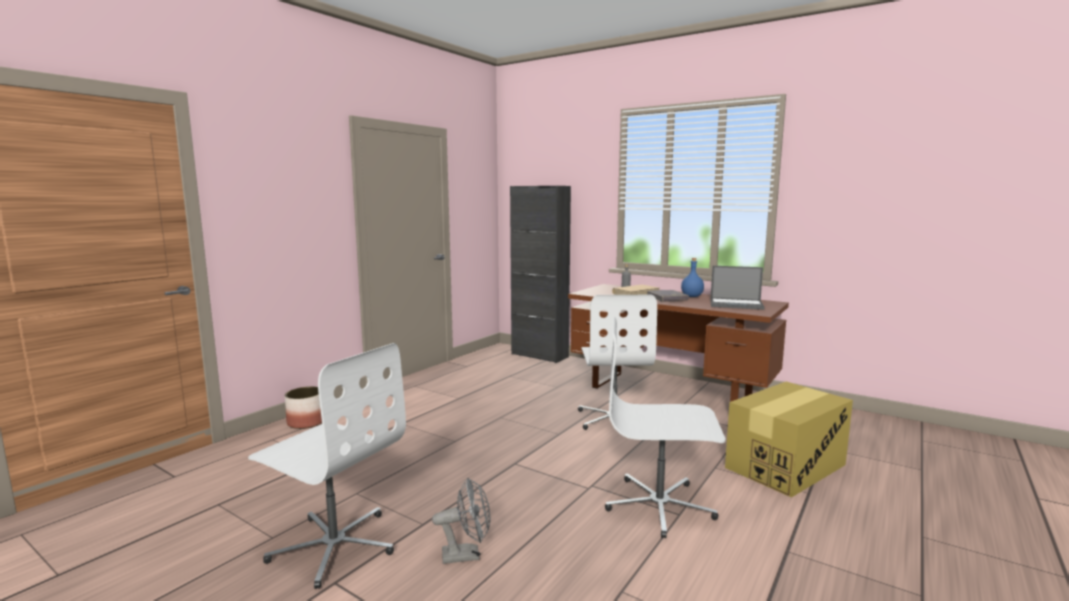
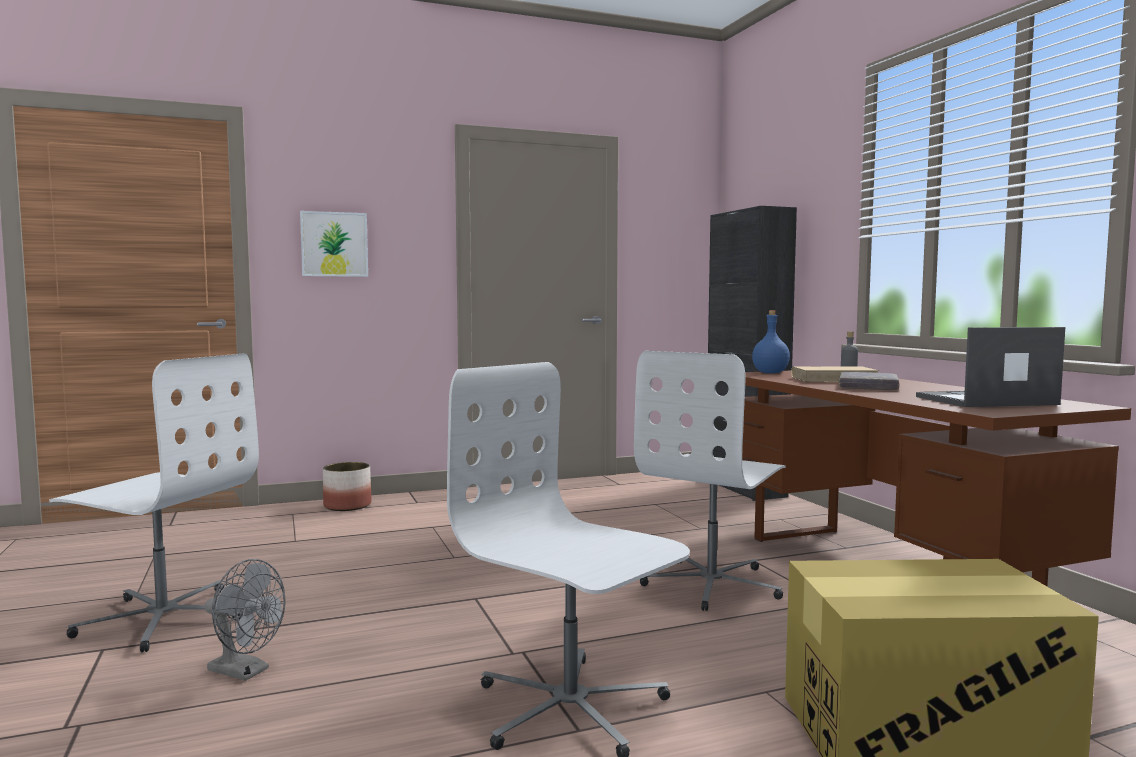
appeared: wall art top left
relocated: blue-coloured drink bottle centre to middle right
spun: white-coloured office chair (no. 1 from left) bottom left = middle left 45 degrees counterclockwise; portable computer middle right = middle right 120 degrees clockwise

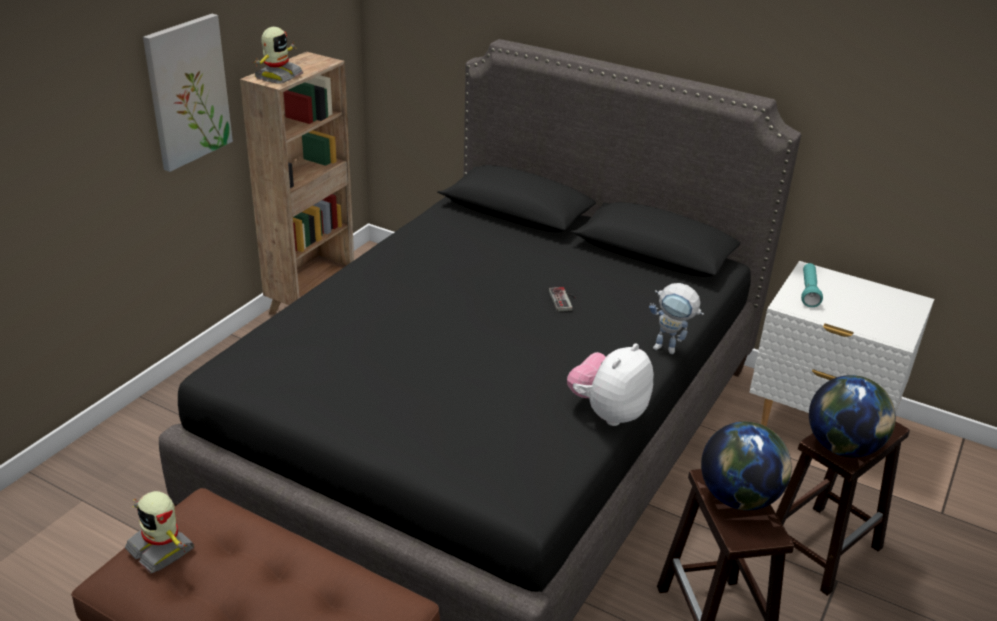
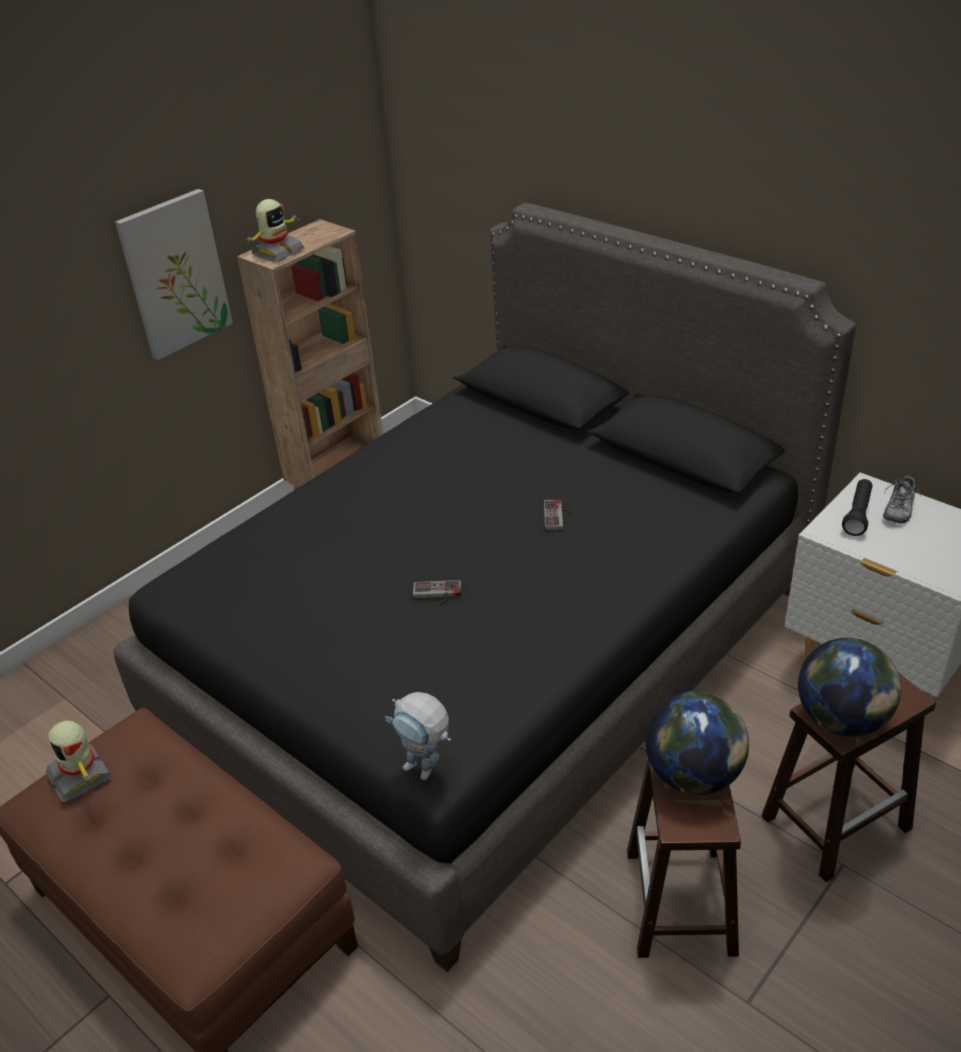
missing: soft toy centre
appeared: joypad (no. 1 from left) centre; item of footwear middle right
relocated: toy robot (no. 3 from left) middle right to bottom centre
colour: turquoise-coloured flashlight middle right to black-coloured flashlight middle right

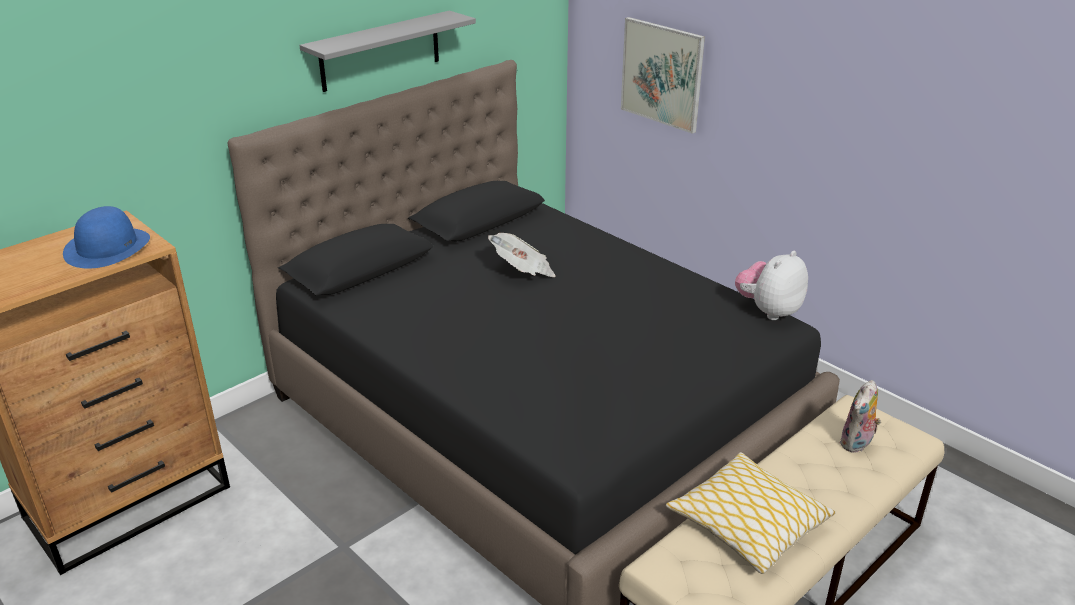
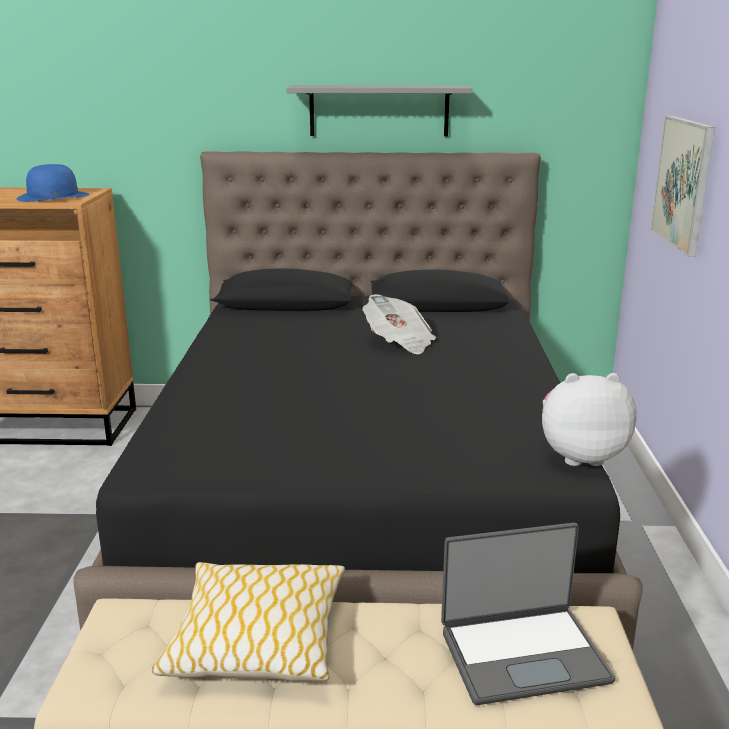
exchanged: soft toy (no. 2 from left) bottom right to portable computer bottom right

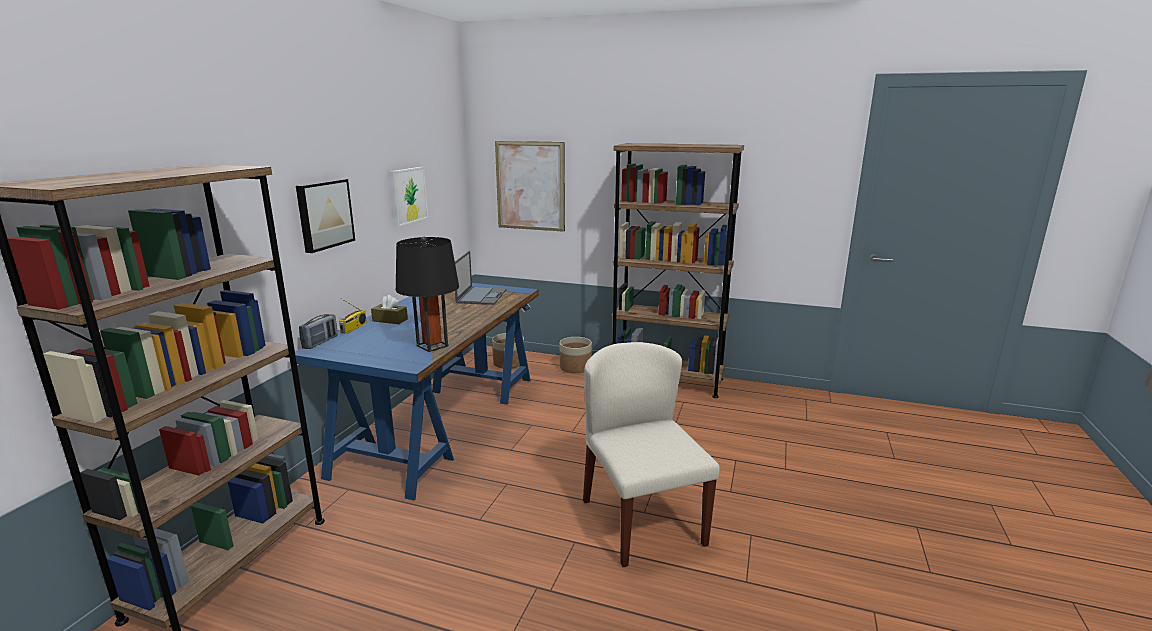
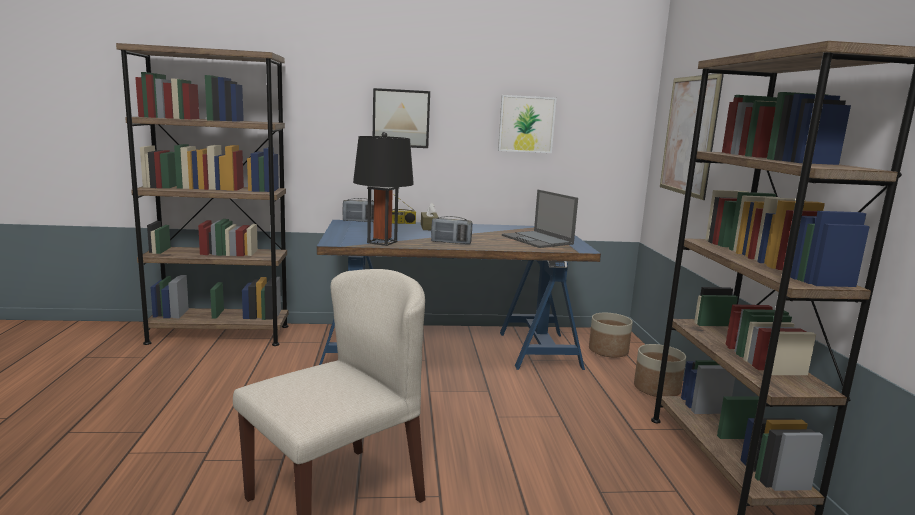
appeared: radio (no. 3 from left) centre
spun: portable computer centre = centre 75 degrees clockwise

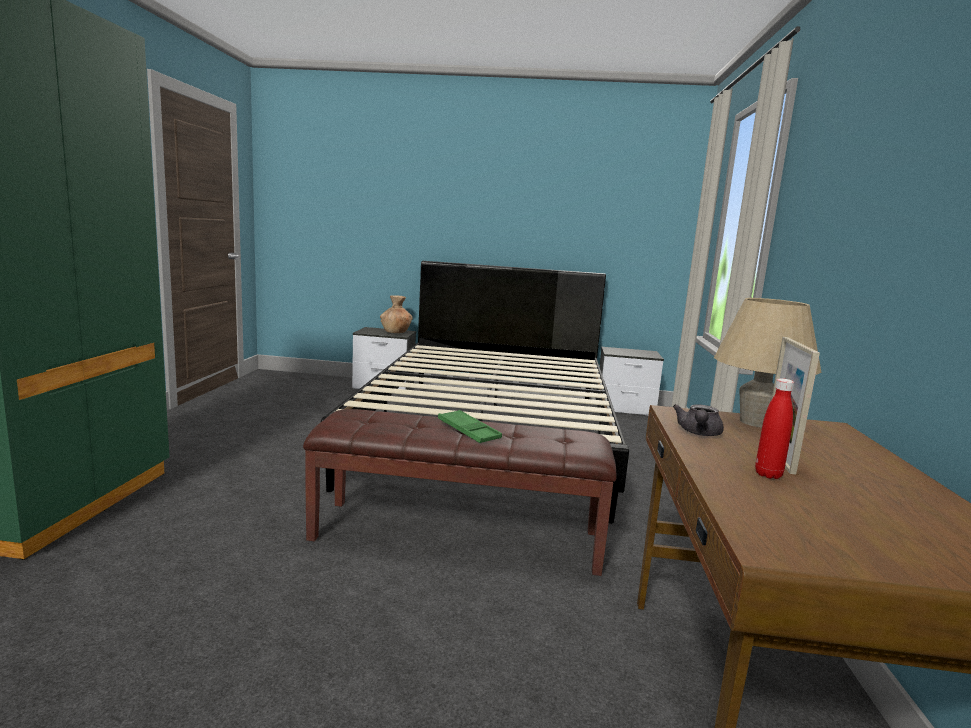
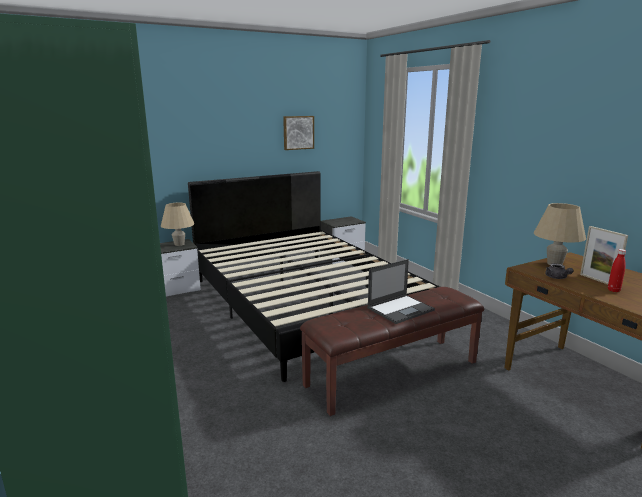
appeared: wall art top centre
exchanged: brownish vase centre to beige-coloured tabletop lamp (no. 1 from left) middle left; green serving tray centre to portable computer centre

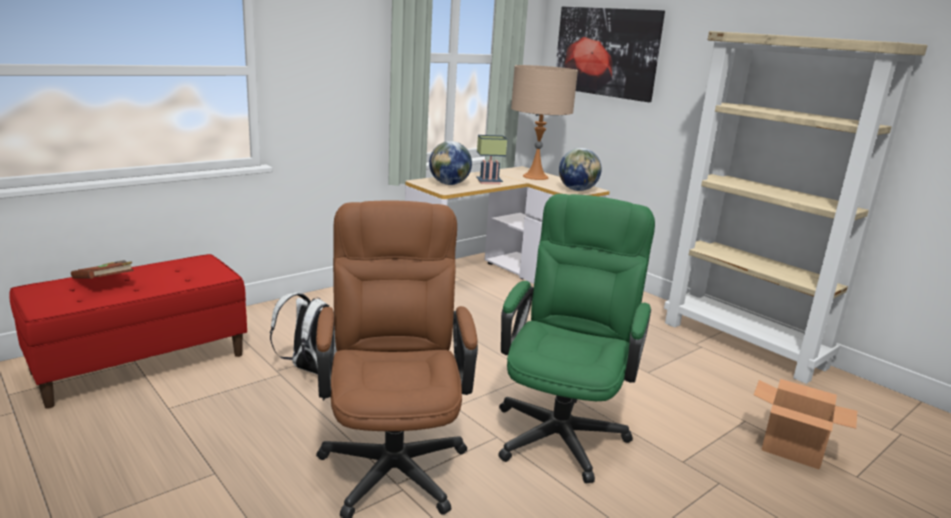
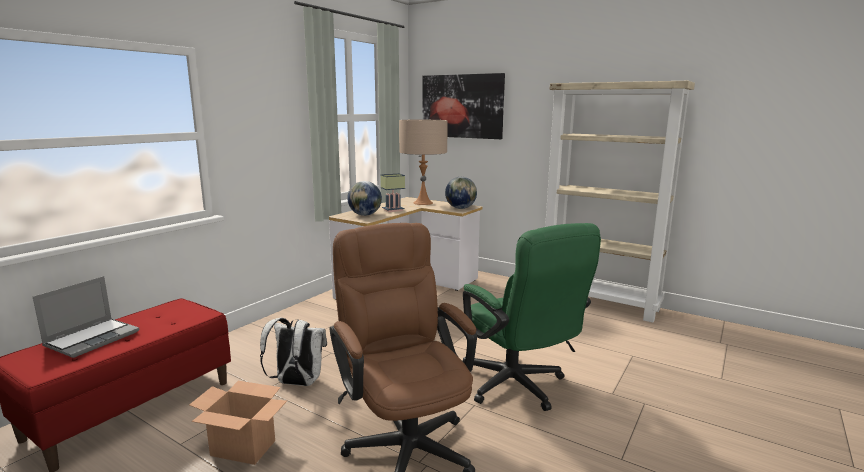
relocated: cardboard box bottom right to bottom left
exchanged: brownish bound book middle left to portable computer bottom left
spun: green office chair centre = bottom centre 150 degrees clockwise

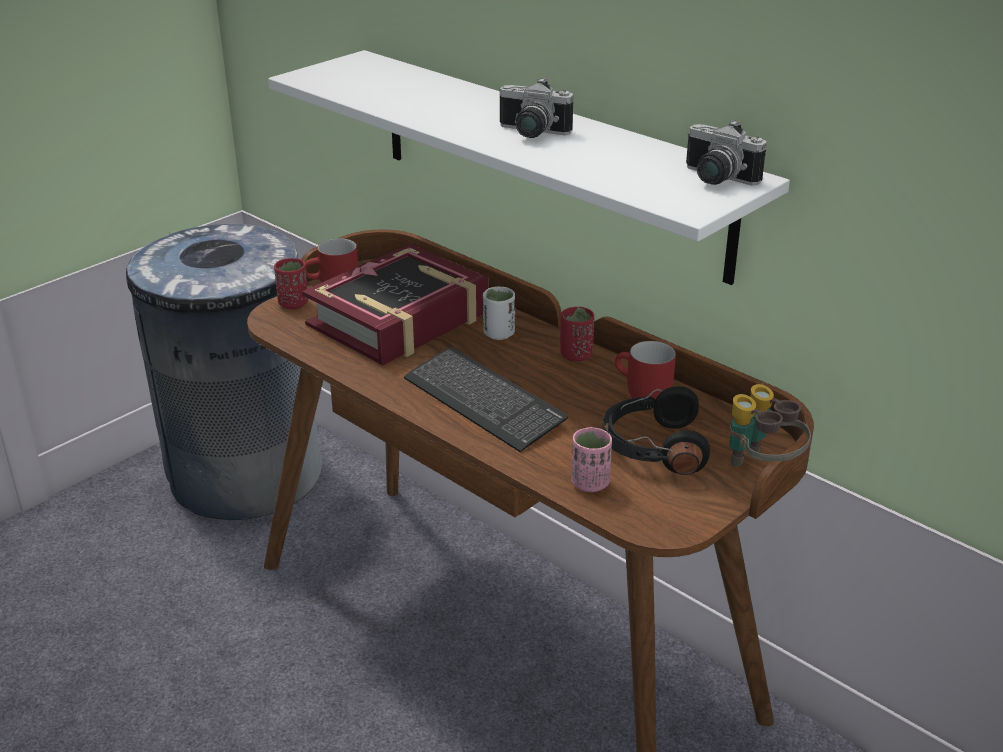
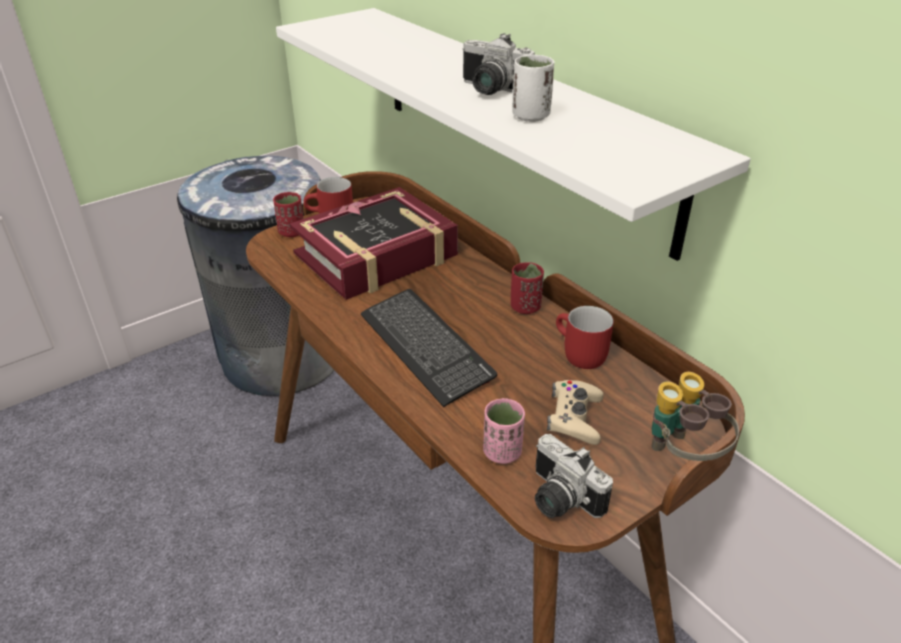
relocated: white-coloured small cup centre to top centre; photo camera (no. 2 from left) top right to bottom centre
exchanged: black-coloured headset centre to beige-coloured joypad centre

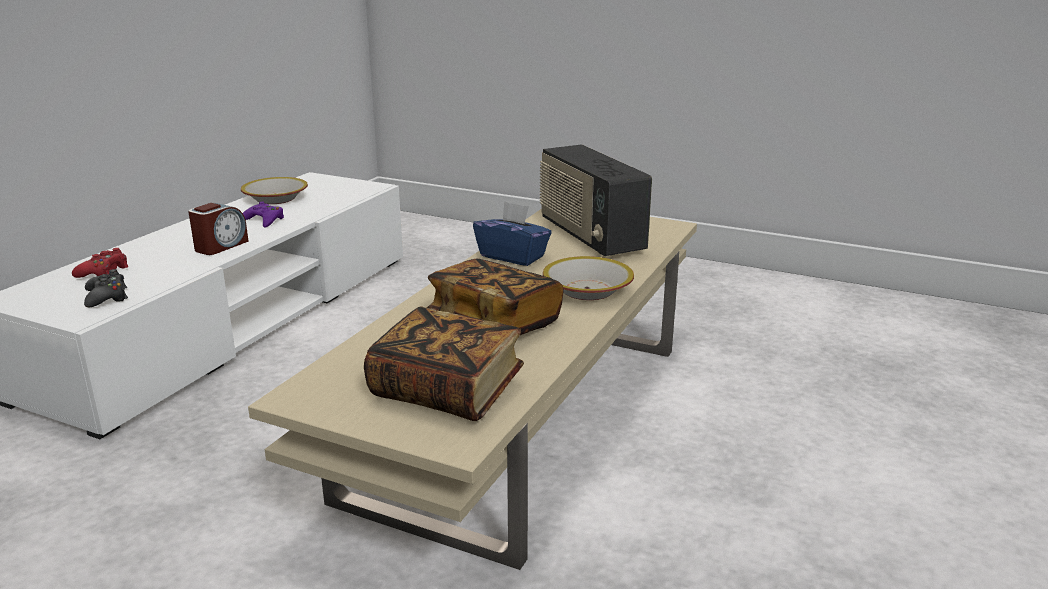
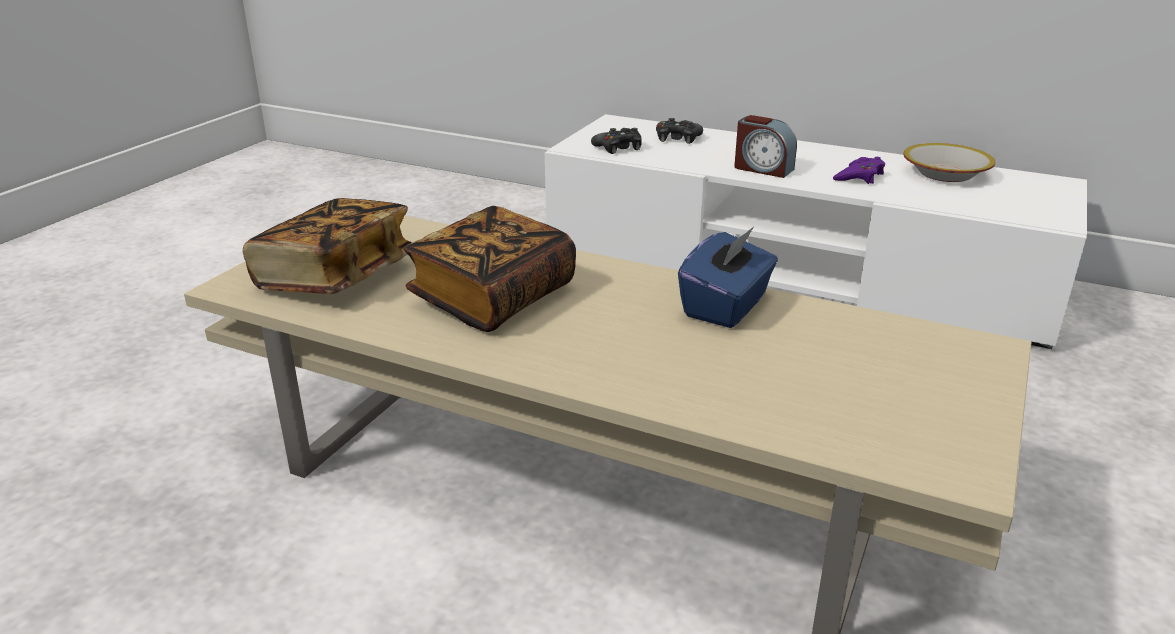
missing: radio centre; bowl (no. 2 from left) centre
colour: red-coloured joypad middle left to black-coloured joypad (no. 2 from left) top centre

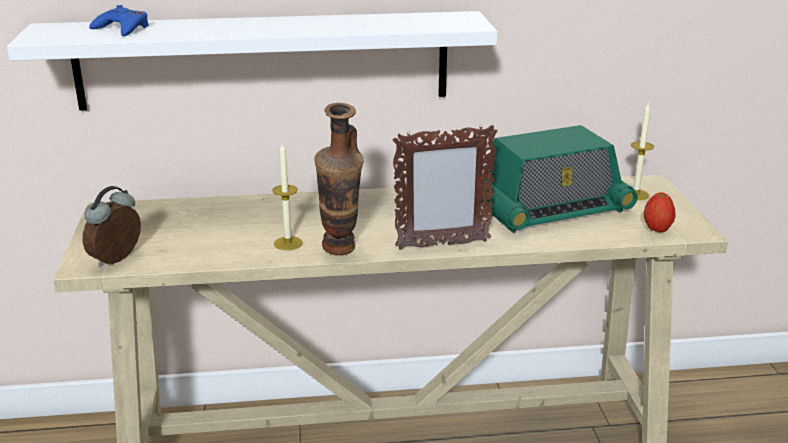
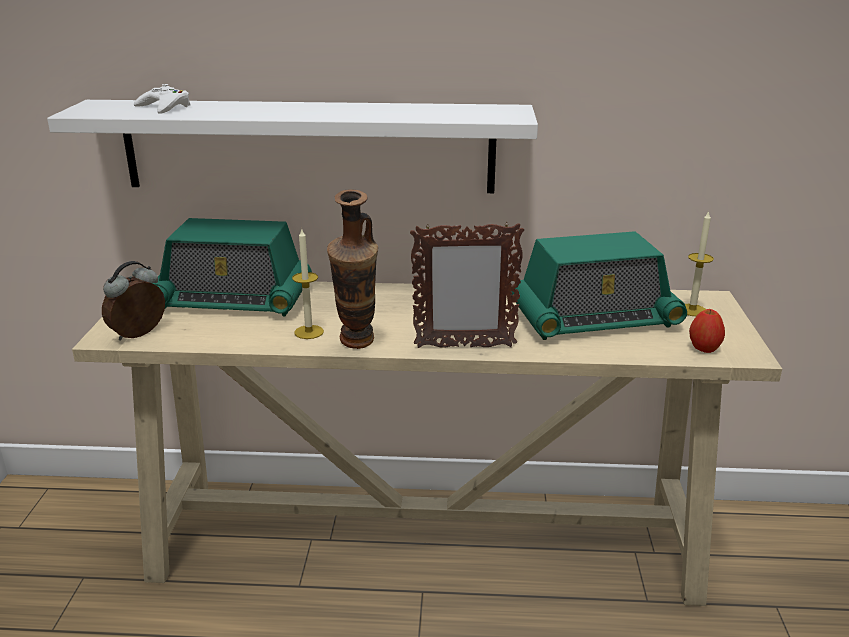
appeared: radio (no. 1 from left) middle left
colour: blue-coloured joypad top left to white-coloured joypad top left

